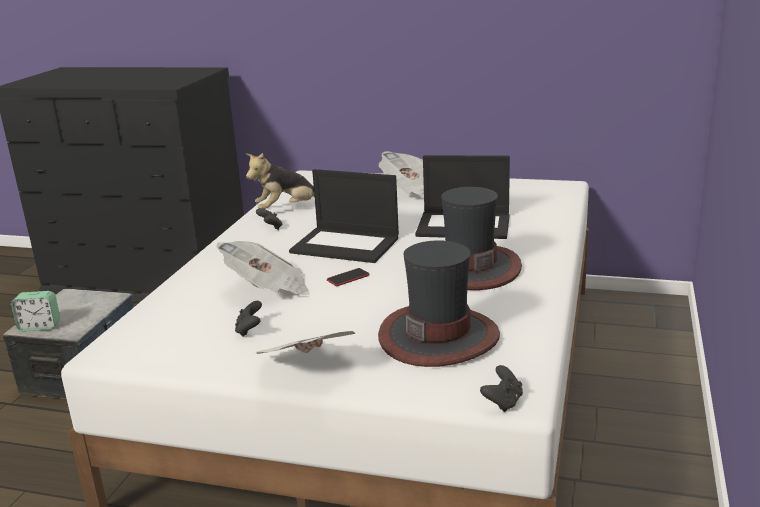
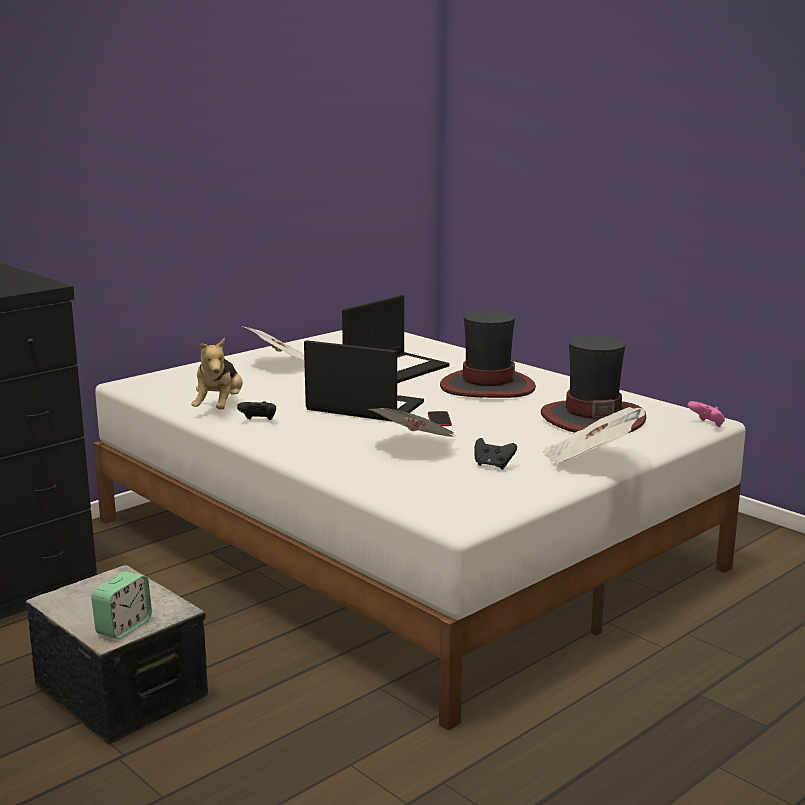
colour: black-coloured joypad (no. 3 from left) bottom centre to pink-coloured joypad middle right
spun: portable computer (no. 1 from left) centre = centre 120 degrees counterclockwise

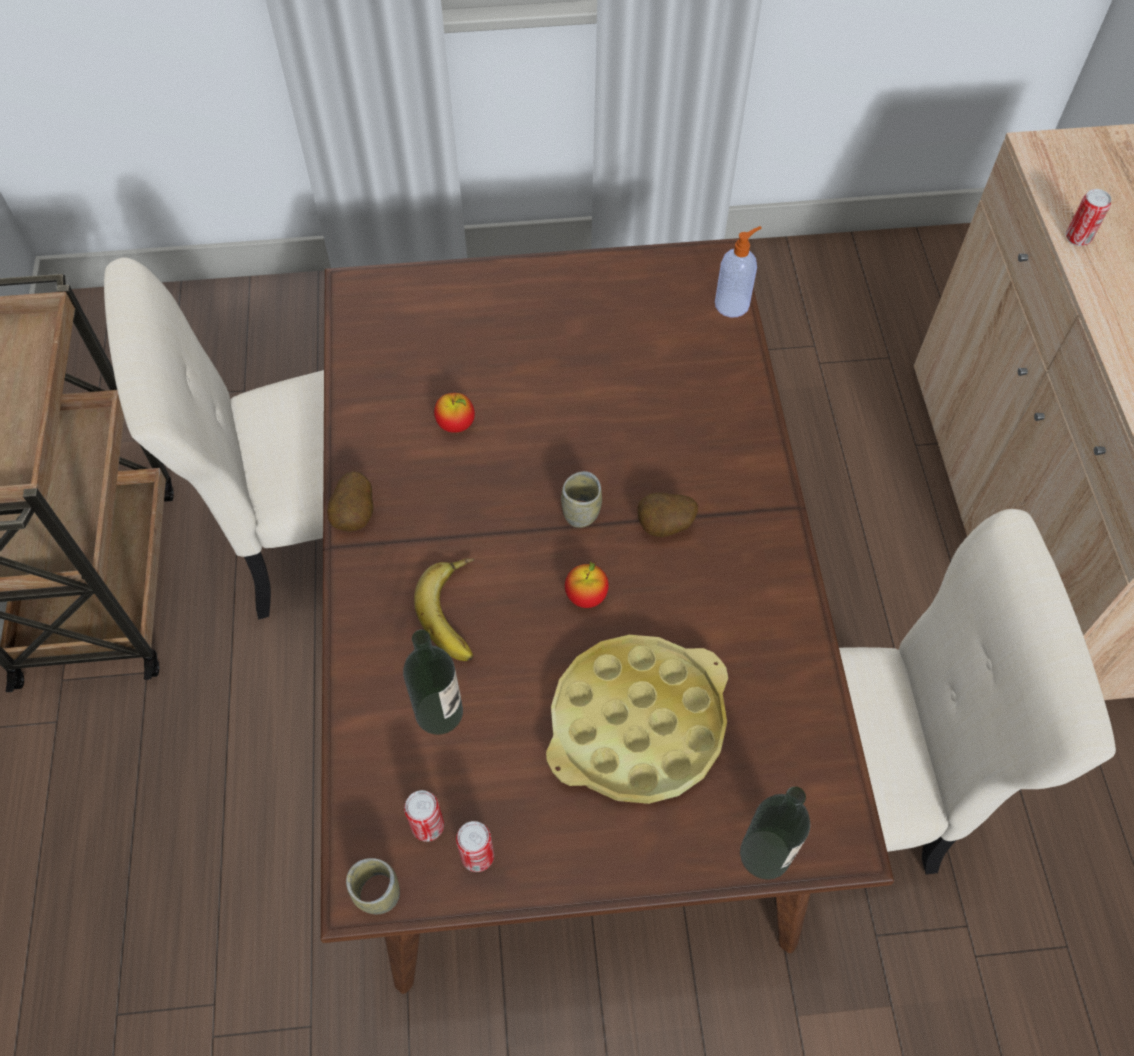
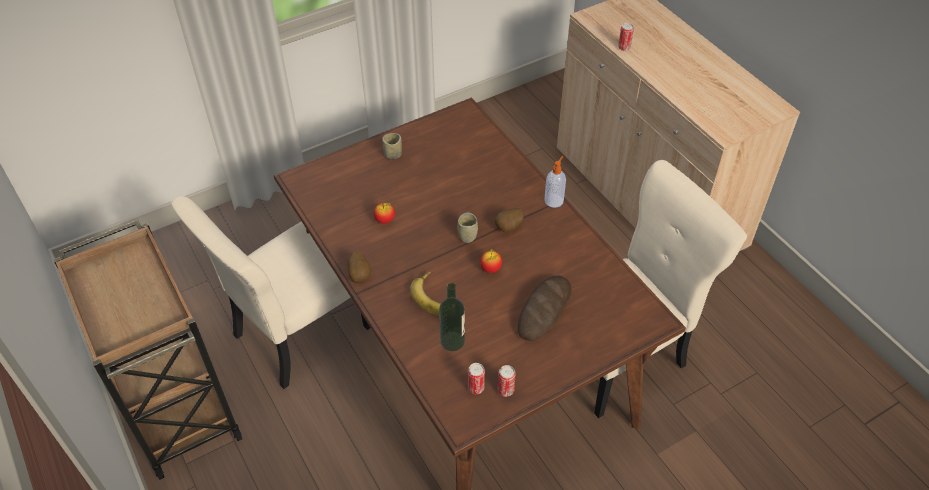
missing: drink bottle (no. 2 from left) bottom right
relocated: small cup (no. 1 from left) bottom left to top centre; soap dispenser top centre to centre
exchanged: yellow serving tray bottom centre to baked bread centre

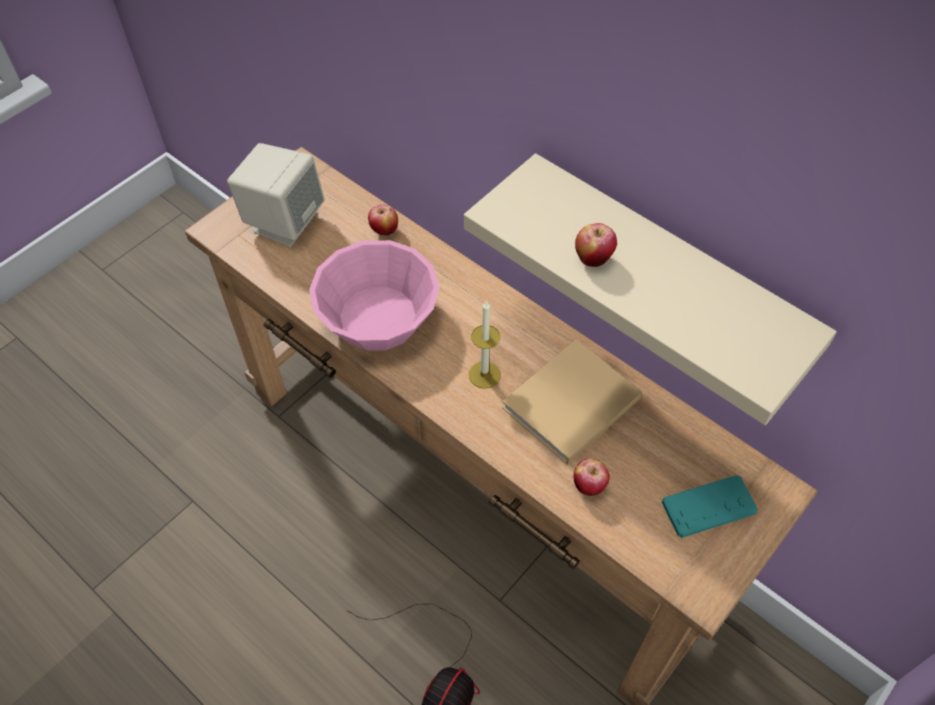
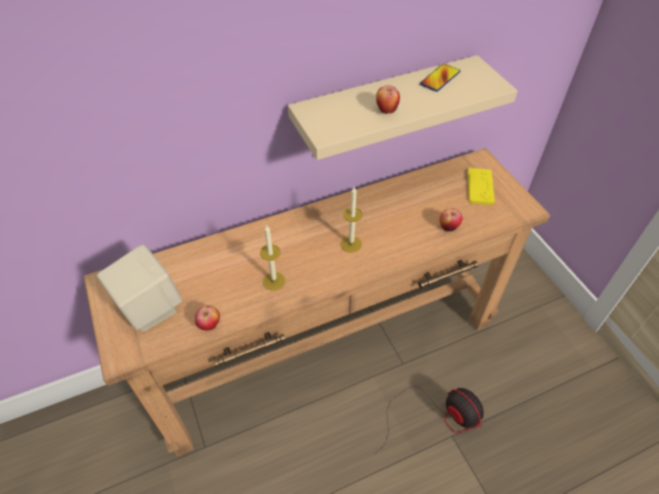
missing: beige-coloured bound book centre
appeared: telephone top right
relocated: apple fruit (no. 1 from left) top centre to middle left
exchanged: pink-coloured bowl centre to candle (no. 1 from left) centre
colour: turquoise-coloured joypad bottom right to yellow joypad middle right

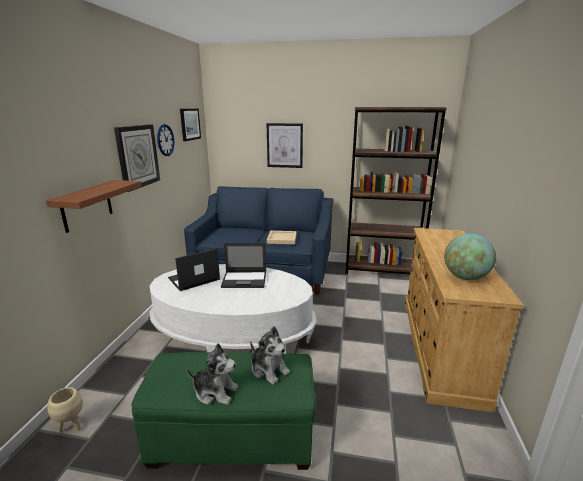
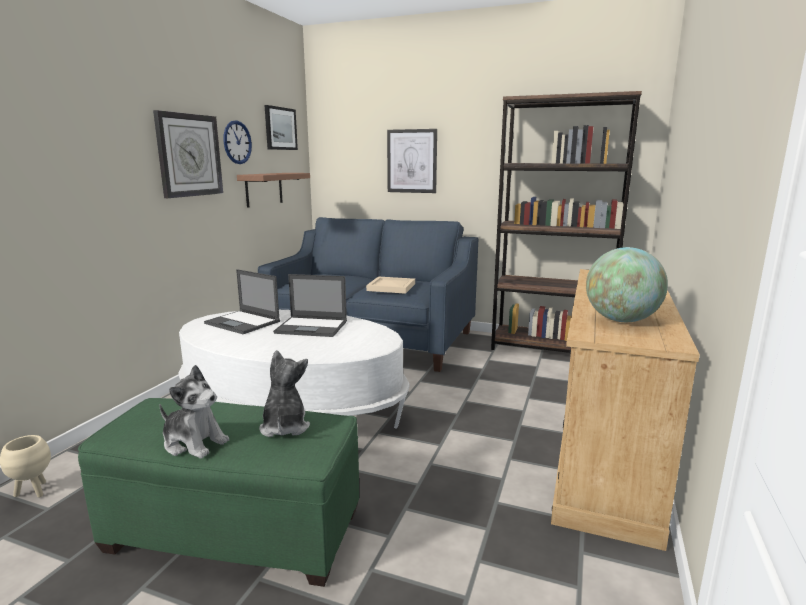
relocated: wall shelf middle left to top centre
spun: portable computer (no. 1 from left) middle left = middle left 120 degrees counterclockwise; soft toy (no. 2 from left) bottom centre = centre 150 degrees counterclockwise

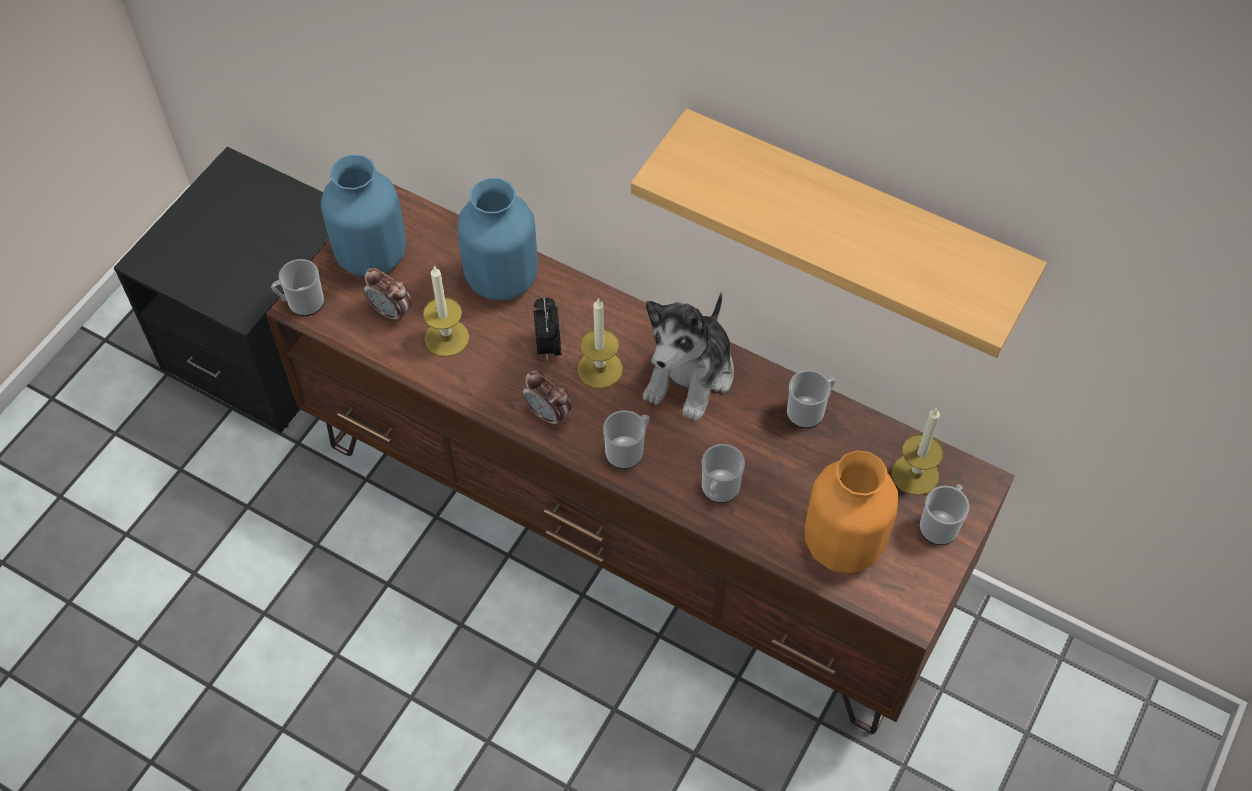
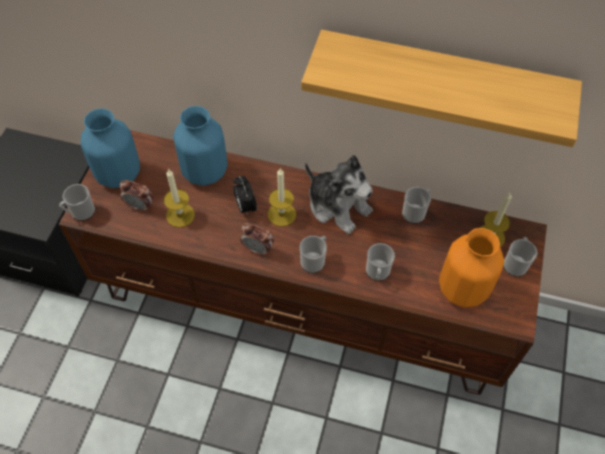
spun: soft toy centre = centre 60 degrees counterclockwise

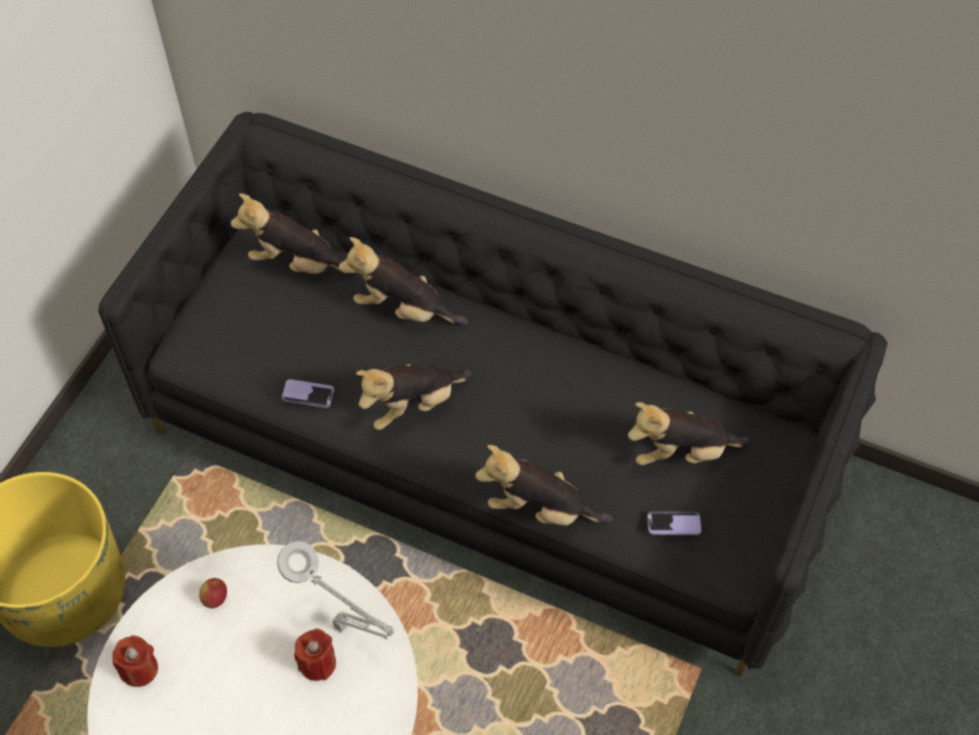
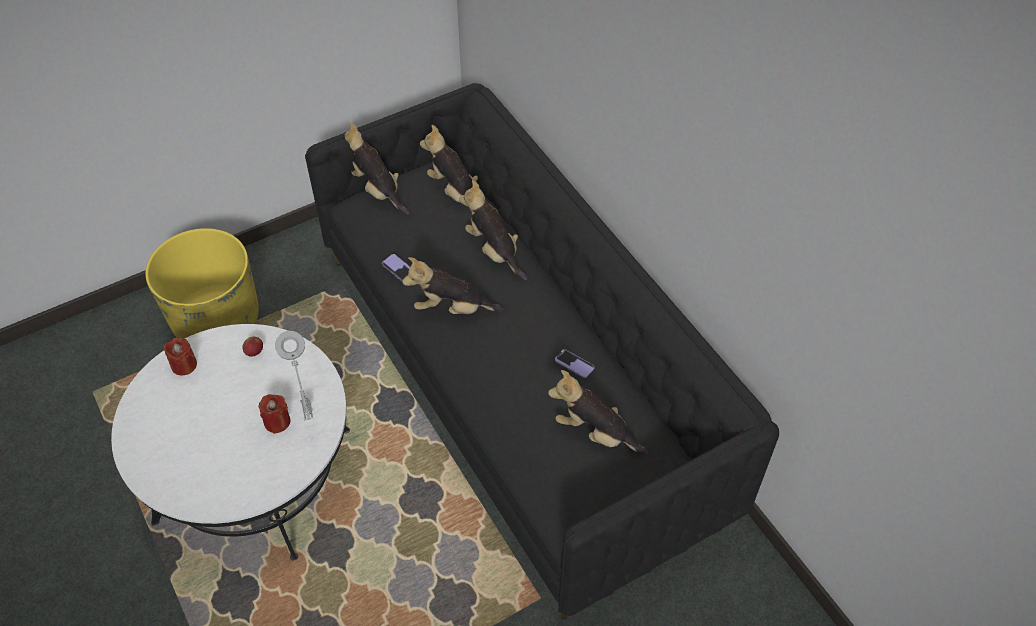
relocated: soft toy (no. 4 from left in the first image) centre to soft toy (no. 1 from left) top centre; telephone (no. 2 from left) bottom right to centre

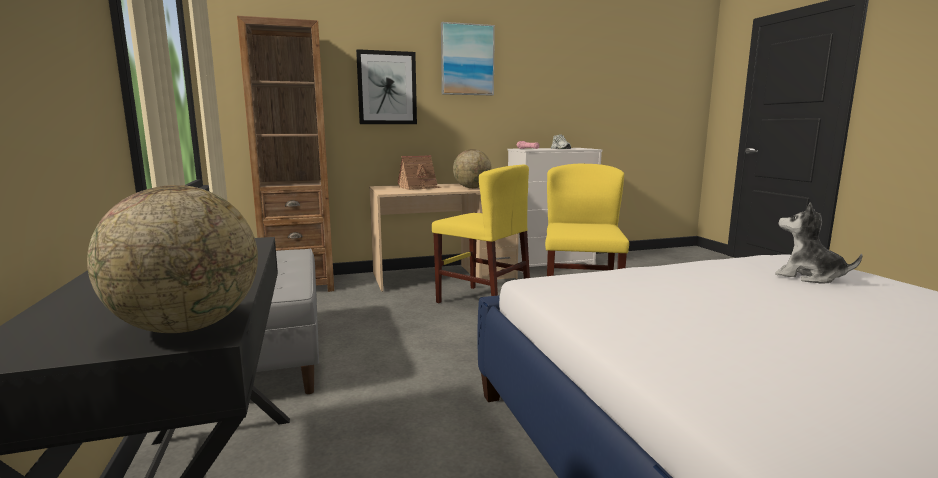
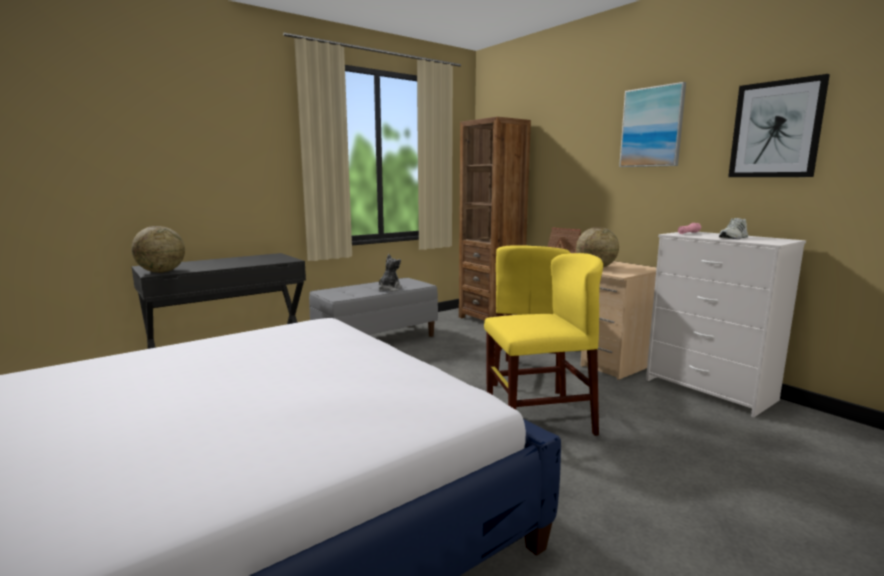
relocated: wall art (no. 1 from left in the first image) top centre to wall art (no. 2 from left) top right; soft toy middle right to centre

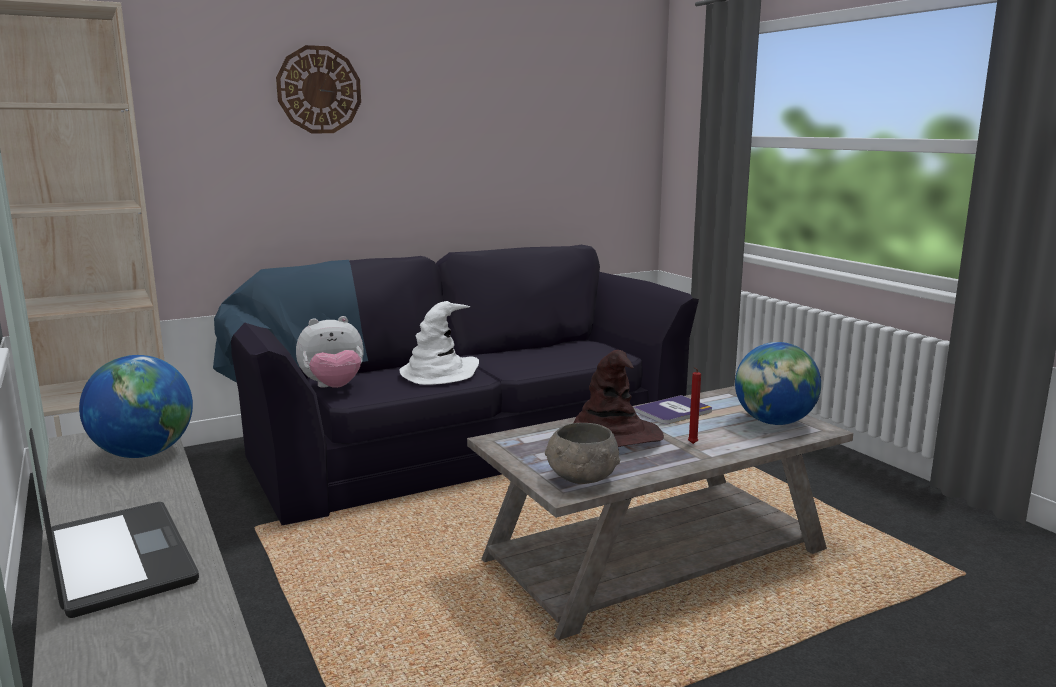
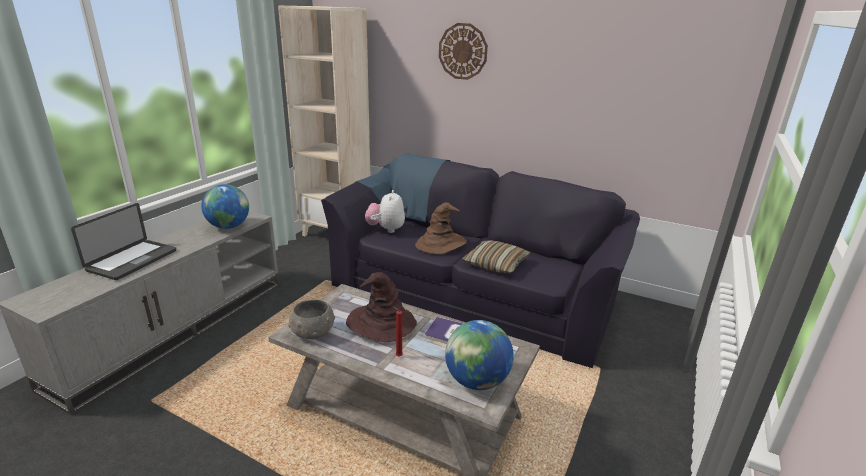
appeared: cushion centre
colour: white-coloured wearable hat centre to brownish wearable hat (no. 2 from left) centre
spun: soft toy middle left = centre 60 degrees clockwise

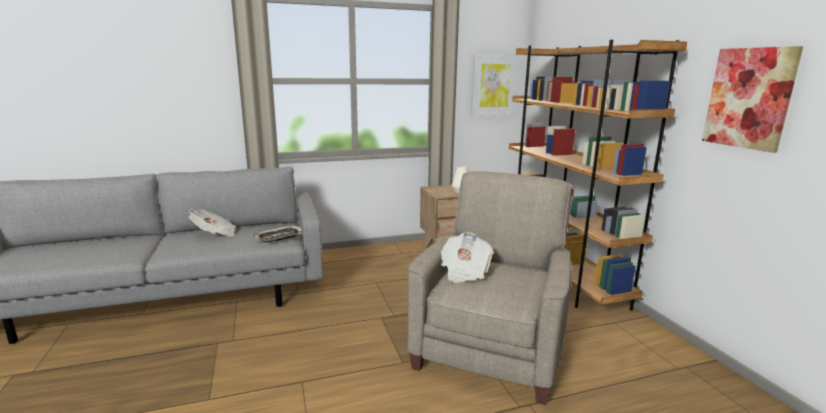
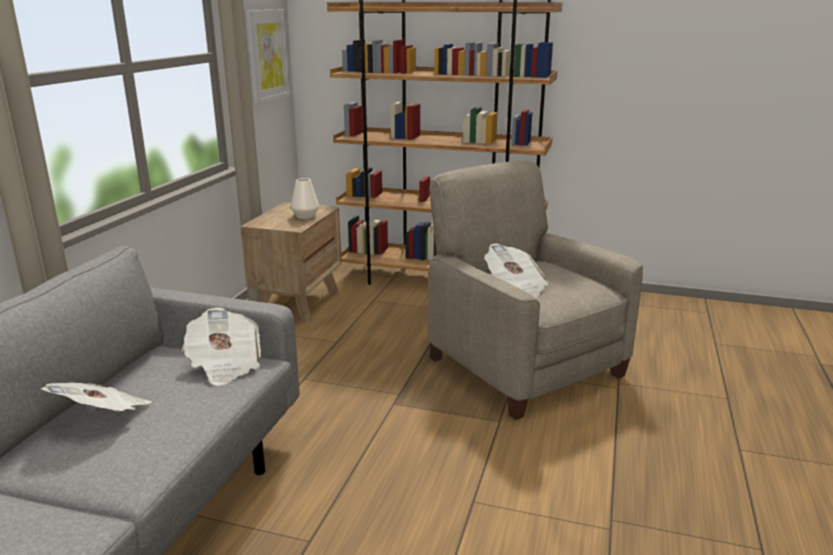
missing: wall art (no. 2 from left) top right
exchanged: serving tray centre to printed paper (no. 2 from left) middle left

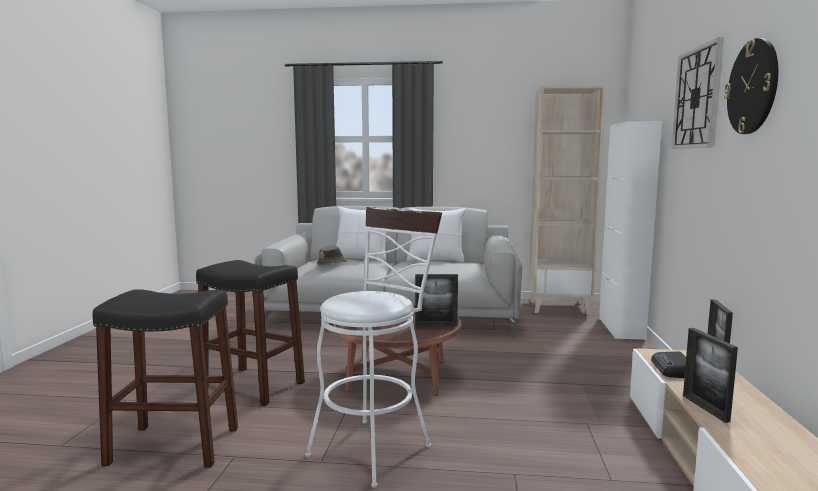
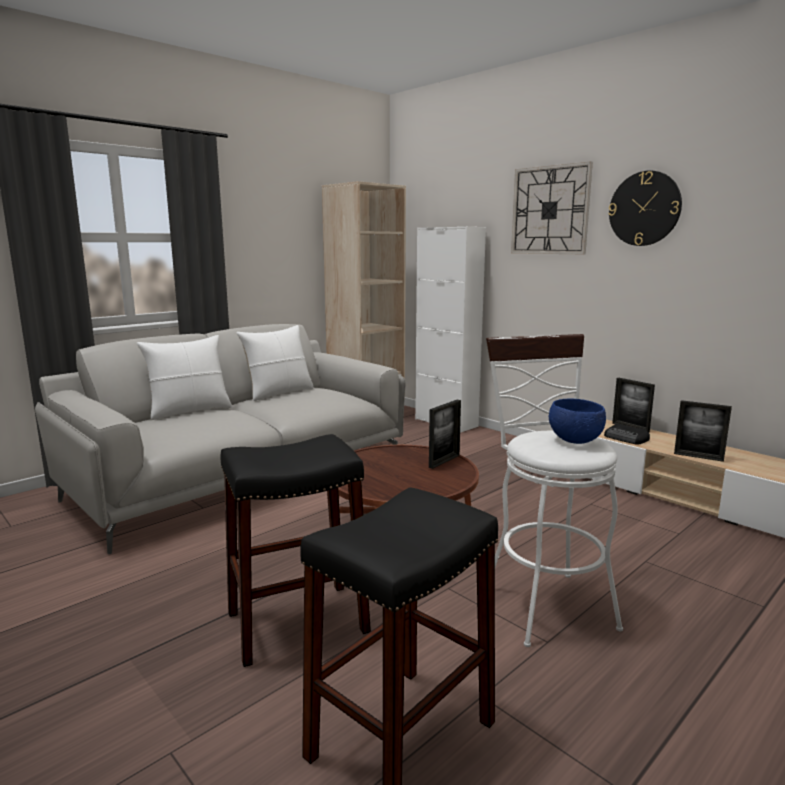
missing: brownish wearable hat centre
appeared: blue-coloured bowl middle right

